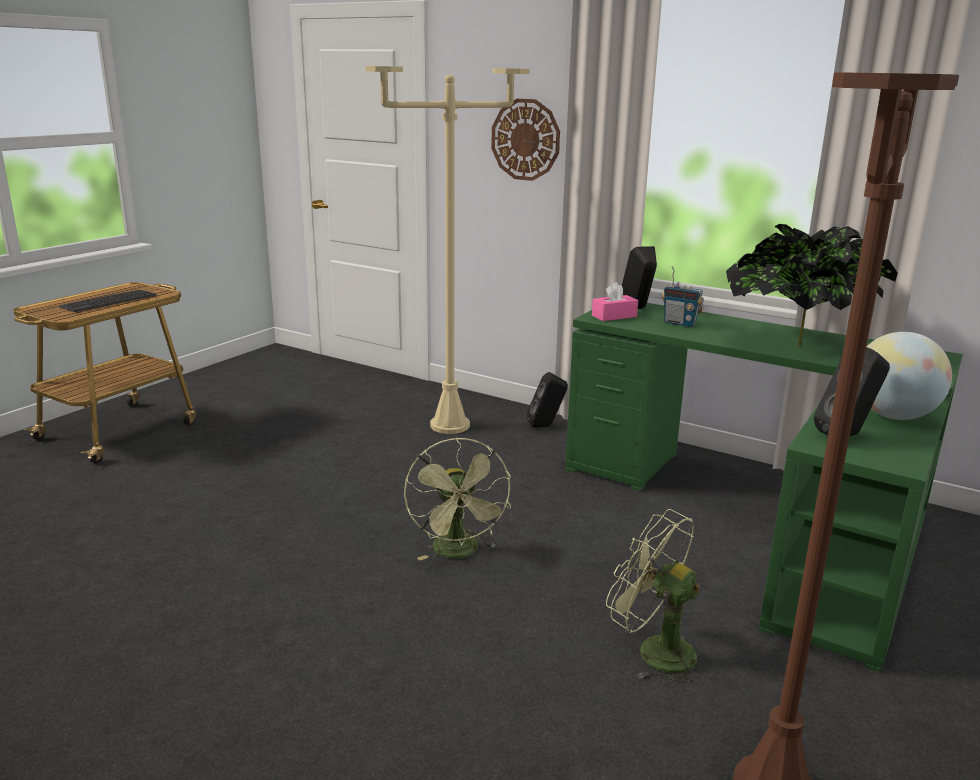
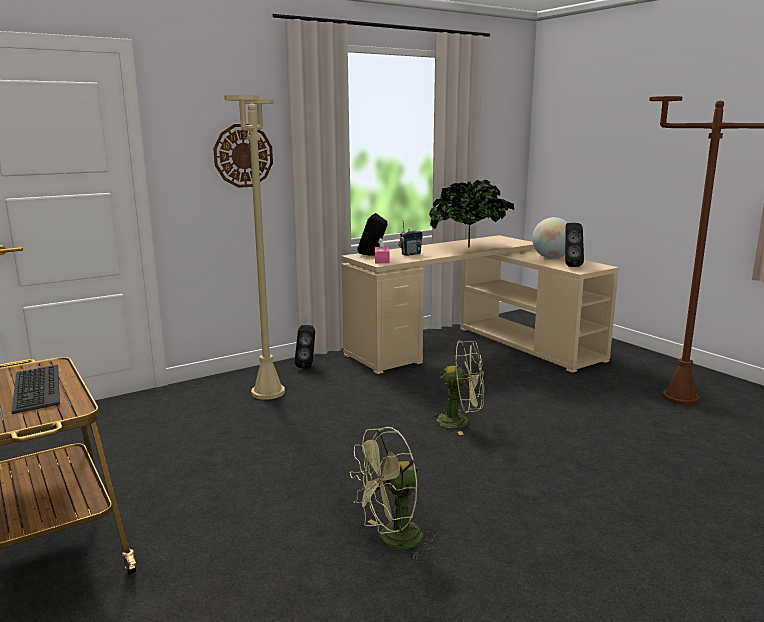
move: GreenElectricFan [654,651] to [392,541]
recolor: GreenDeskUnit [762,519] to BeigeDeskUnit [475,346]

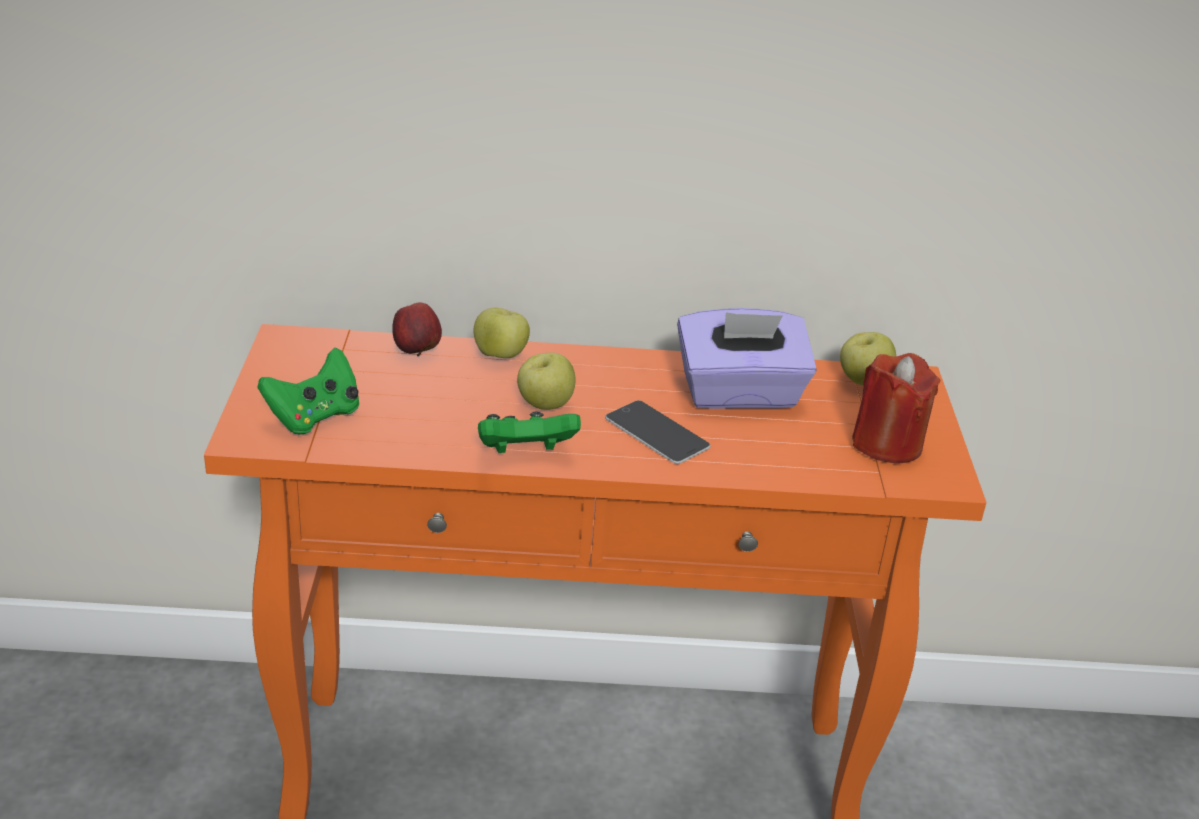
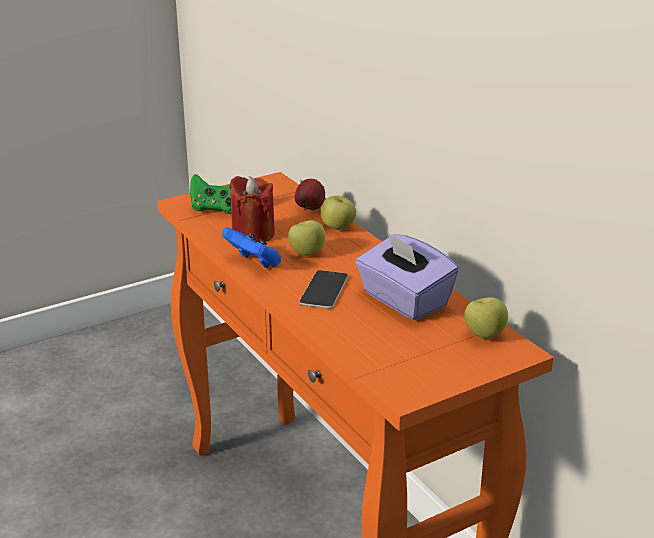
move: ReddishCandle [887,444] to [253,234]
recolor: GreenGamepad [525,453] to BlueGamepad [254,263]

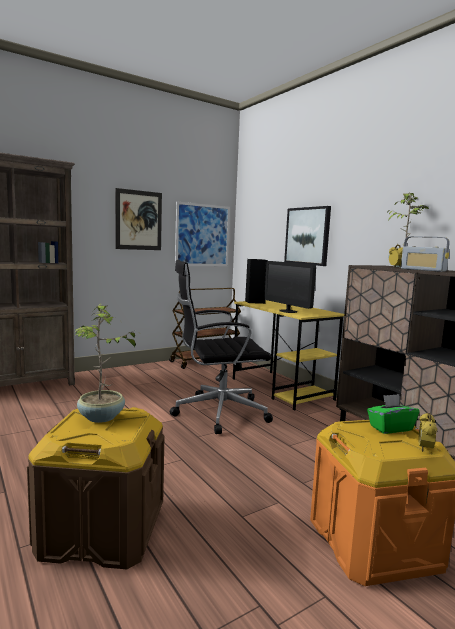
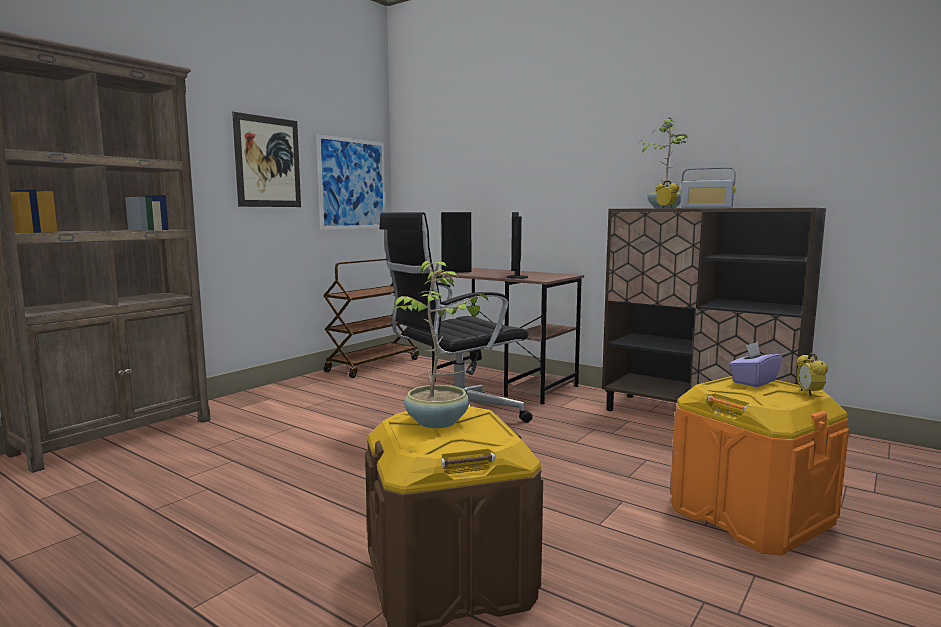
delete: WallArt [307,236]
recolor: YellowColouredDeskUnit [281,389] to BrownishDeskUnit [505,383]; GreenTissueBox [390,428] to PurpleColouredTissueBox [753,381]
rotate: ComputerScreen [288,311] = [517,277] 60 degrees clockwise

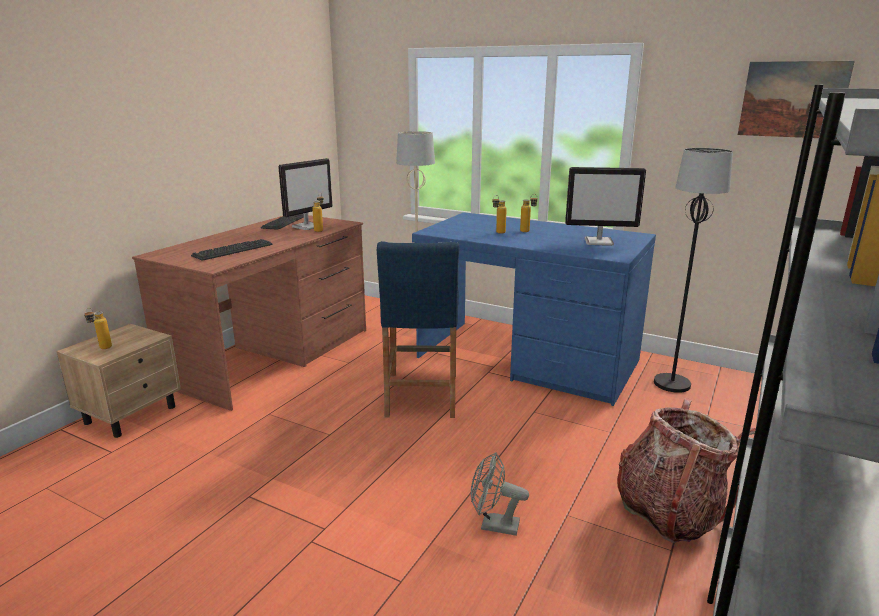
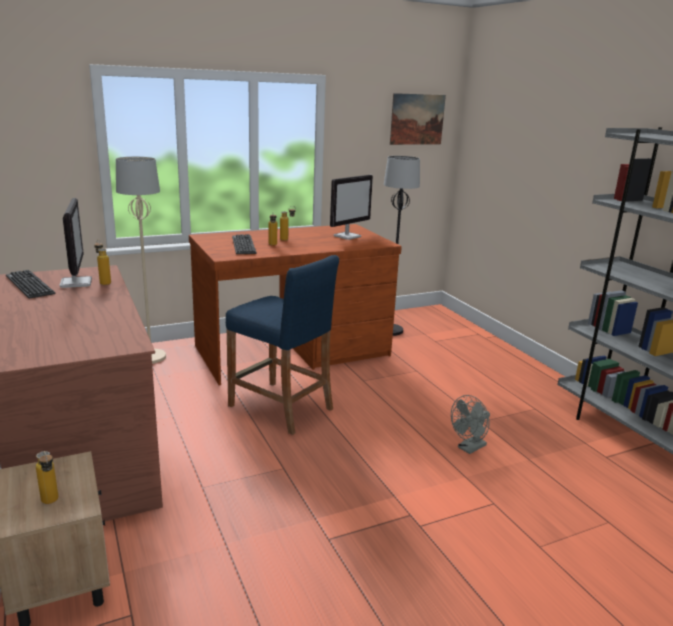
delete: Knapsack [670,512]
move: PcKeyboard [233,250] to [243,245]
recolor: BlueDeskUnit [527,360] to BrownishDeskUnit [293,351]

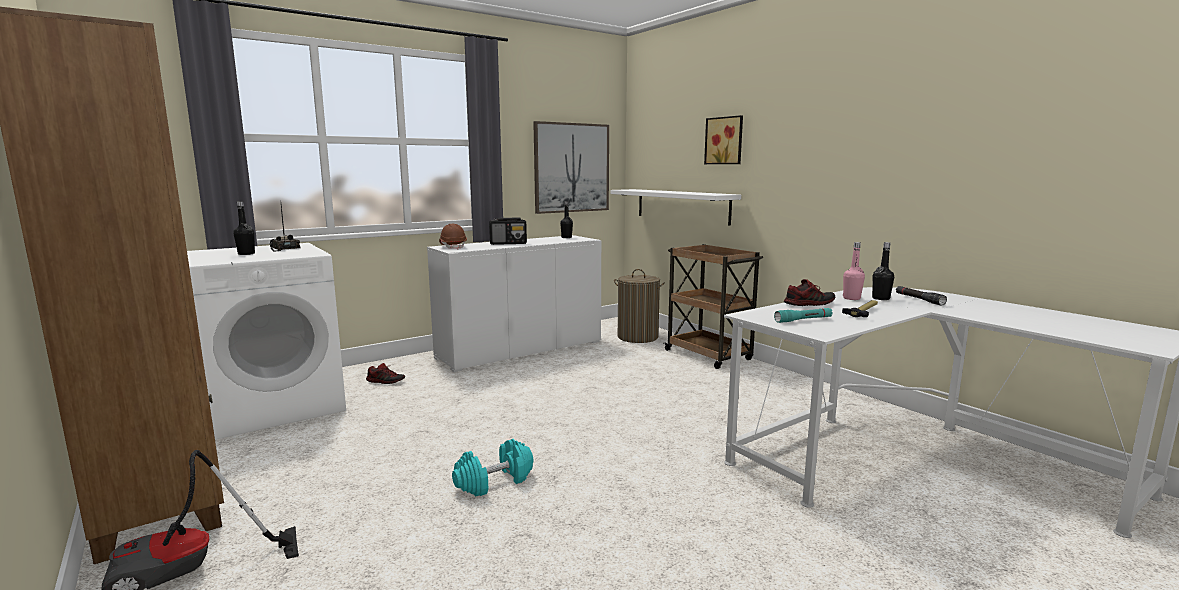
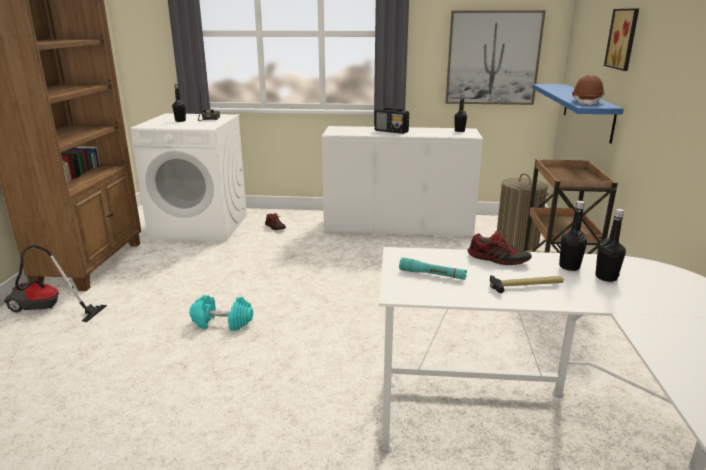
delete: BlackColouredFlashlight [919,299]
move: BrownishSafetyHelmet [453,247] to [586,102]
recolor: WhiteBracketShelf [681,206] to BlueBracketShelf [587,111]; PinkishBeverageBottle [851,298] to BlackColouredBeverageBottle [569,267]

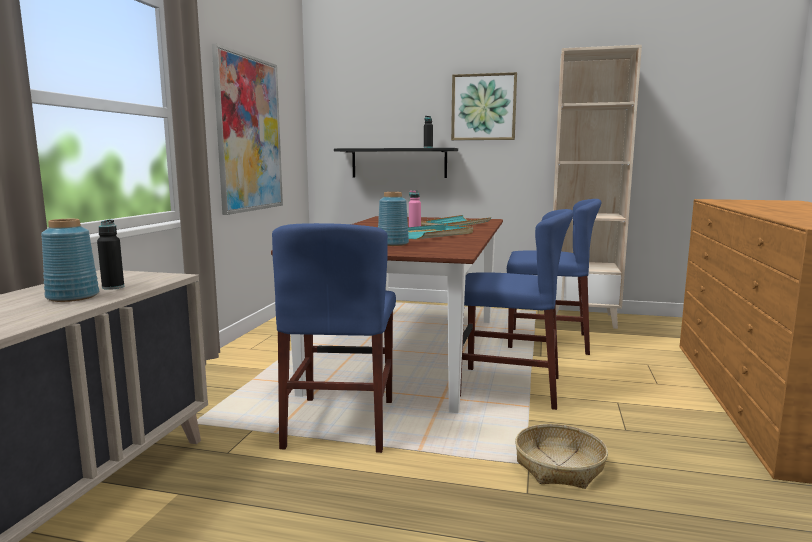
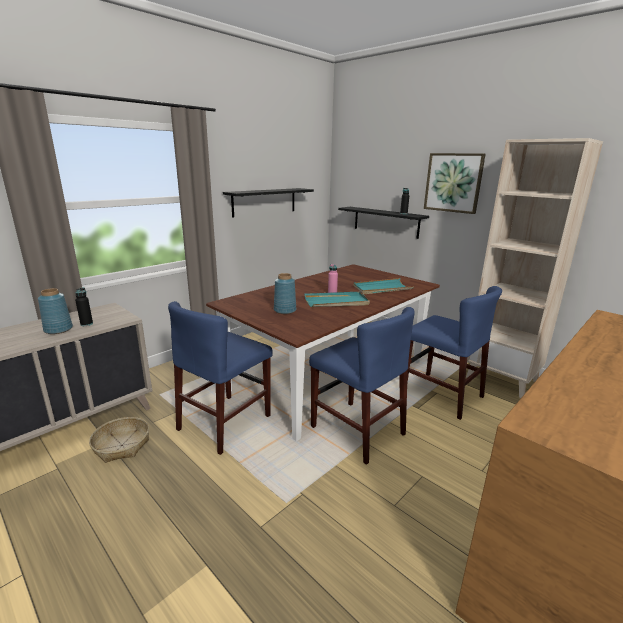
move: HouseholdBasket [559,467] to [121,445]
replace: WallArt [249,134] to BlackColouredBracketShelf [264,202]

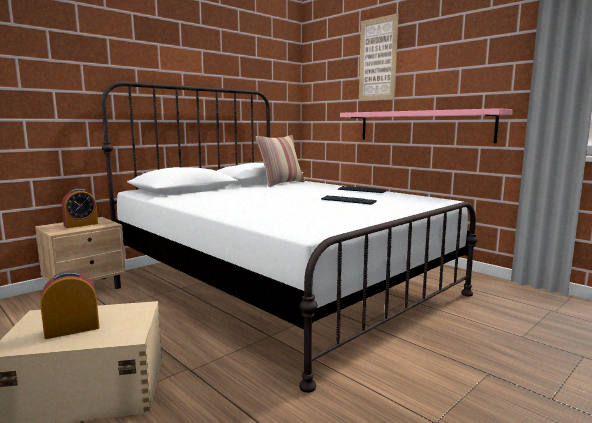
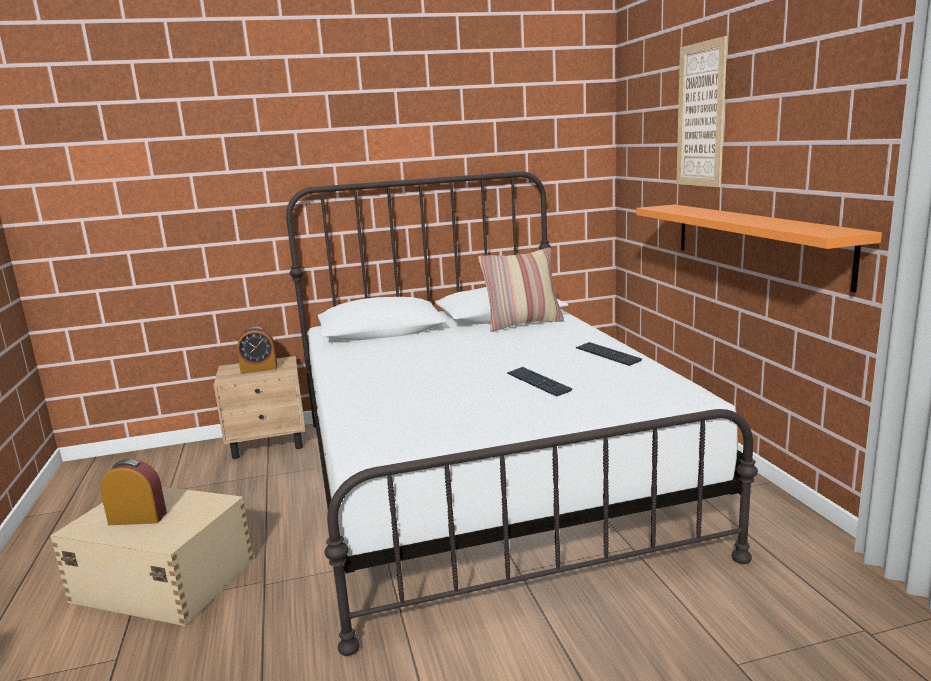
recolor: PinkishBracketShelf [422,126] to OrangeBracketShelf [755,241]

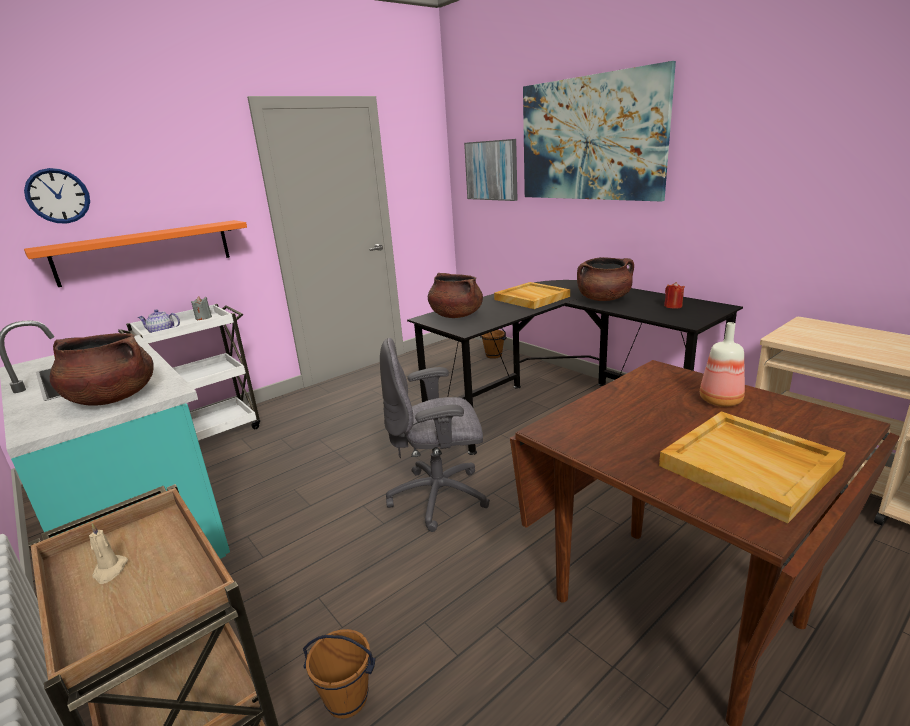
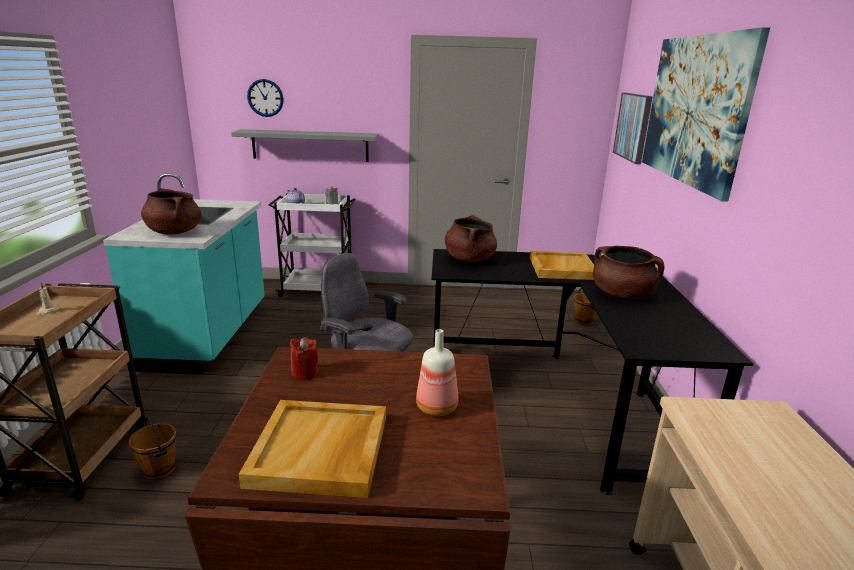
move: ReddishCandle [673,306] to [305,372]
recolor: OrangeBracketShelf [145,252] to GreyBracketShelf [310,145]

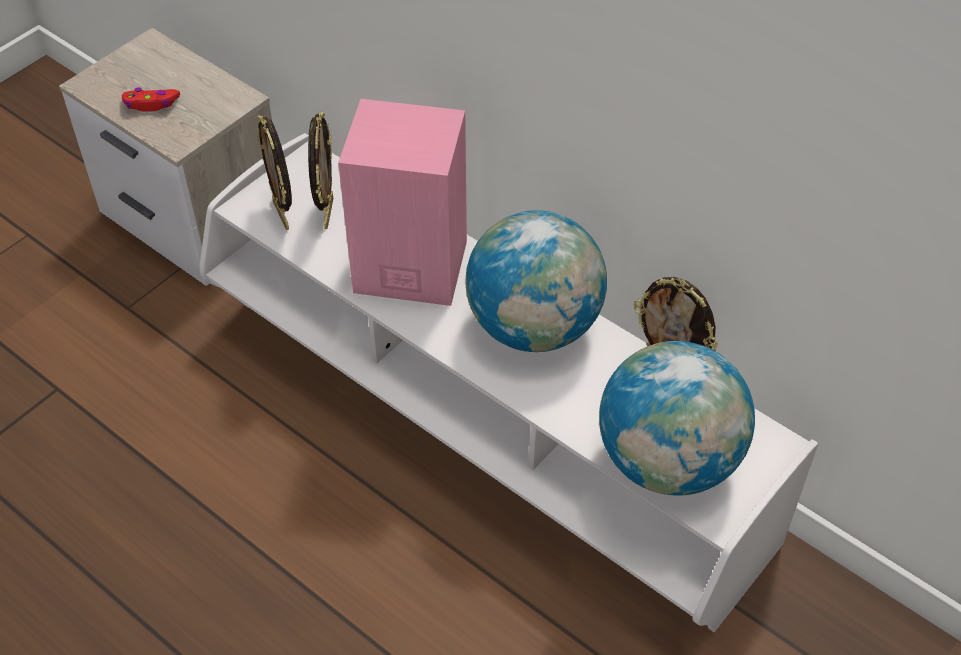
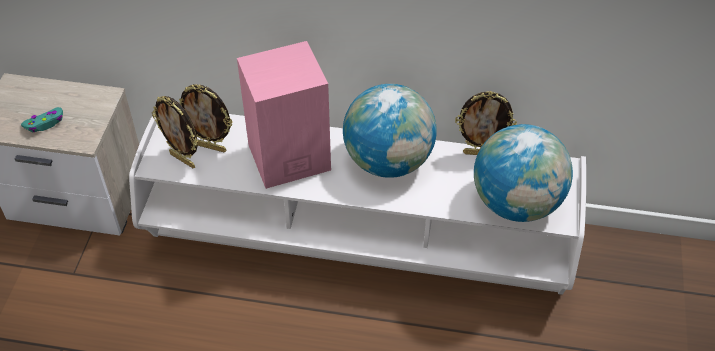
recolor: ReddishGamepad [151,104] to TurquoiseGamepad [45,123]
rotate: PhotoFrame [327,213] = [211,147] 135 degrees clockwise

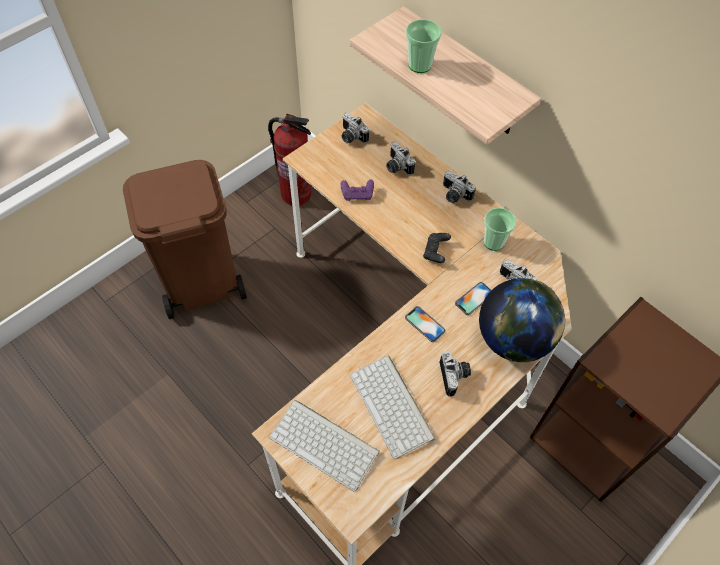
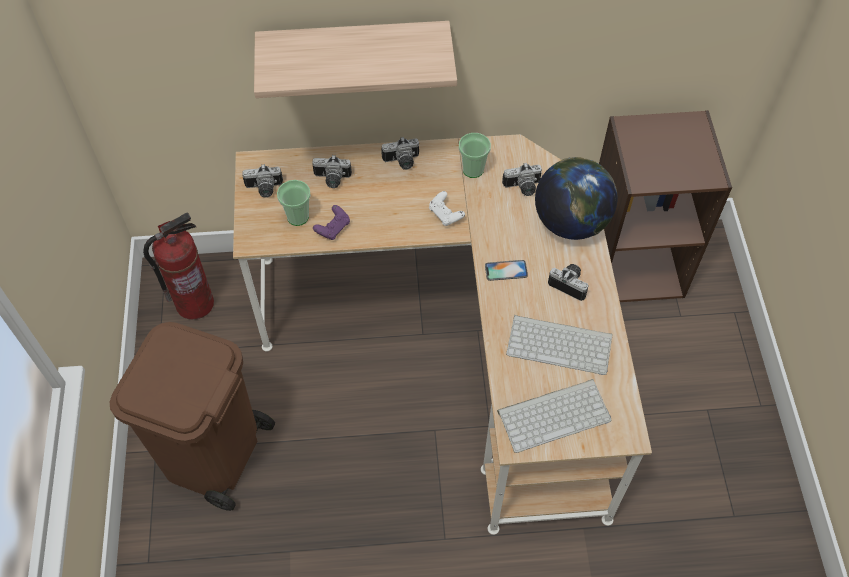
delete: Phone [474,298]
move: SmallCup [419,65] to [298,217]
recolor: BlackColouredGamepad [435,252] to WhiteGamepad [445,214]

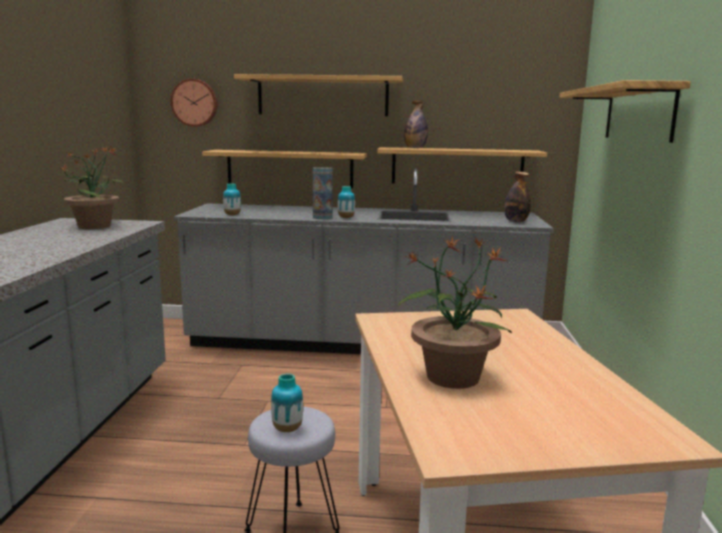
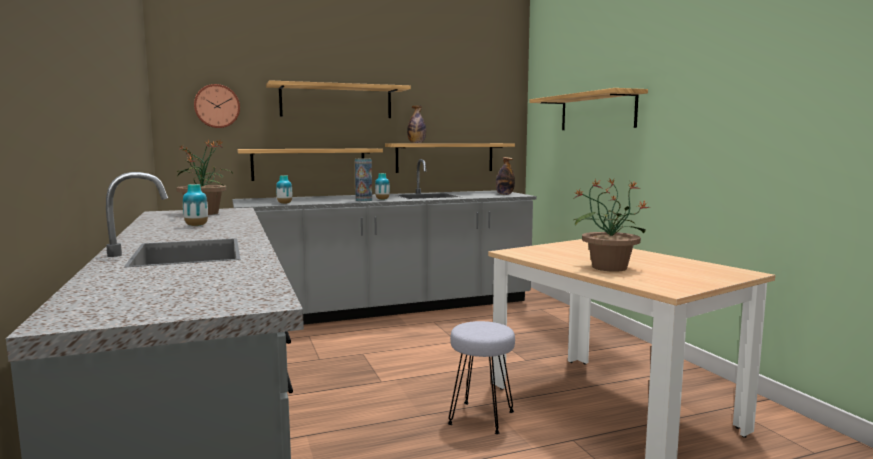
move: FlowerVase [287,429] to [196,226]

